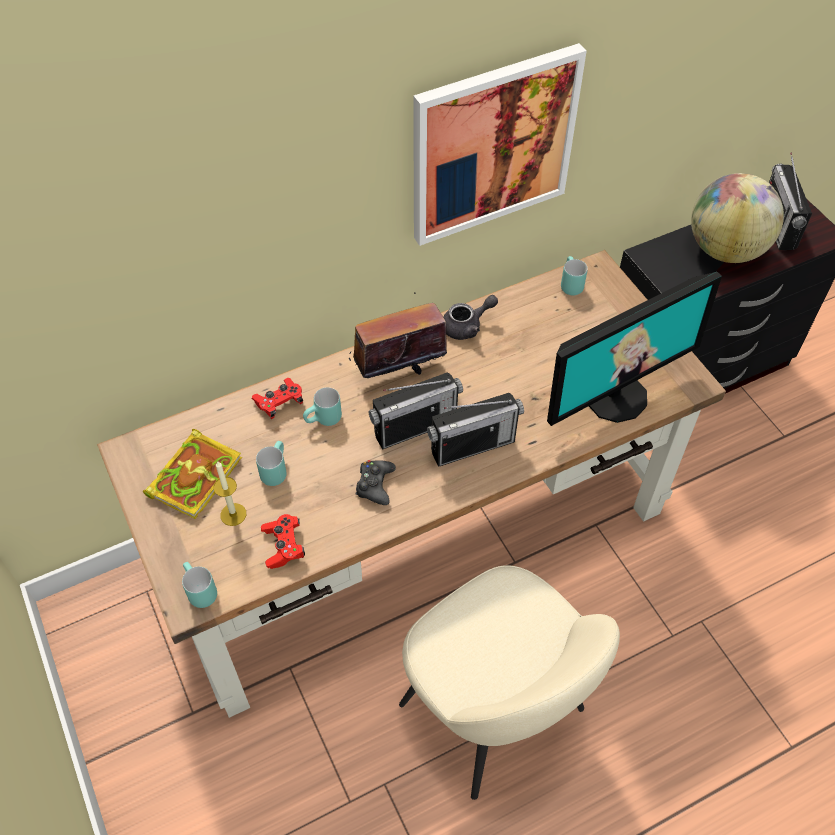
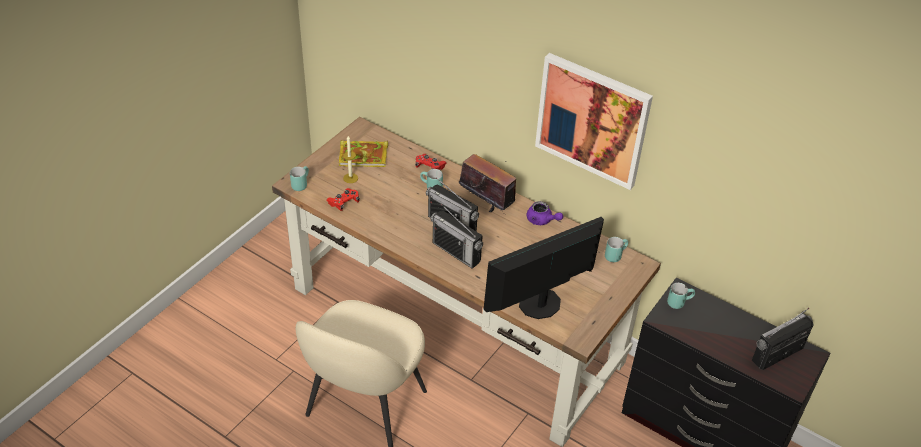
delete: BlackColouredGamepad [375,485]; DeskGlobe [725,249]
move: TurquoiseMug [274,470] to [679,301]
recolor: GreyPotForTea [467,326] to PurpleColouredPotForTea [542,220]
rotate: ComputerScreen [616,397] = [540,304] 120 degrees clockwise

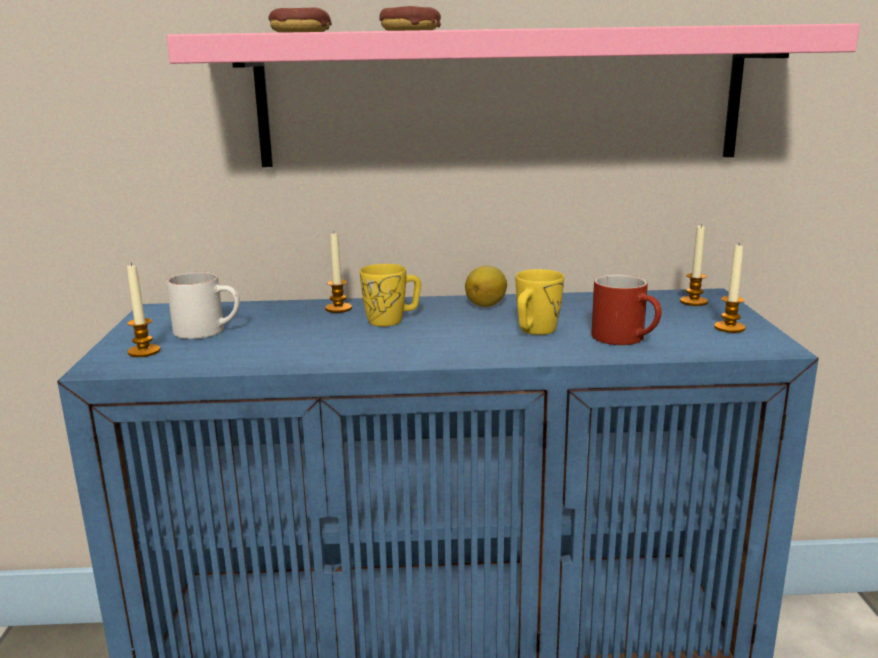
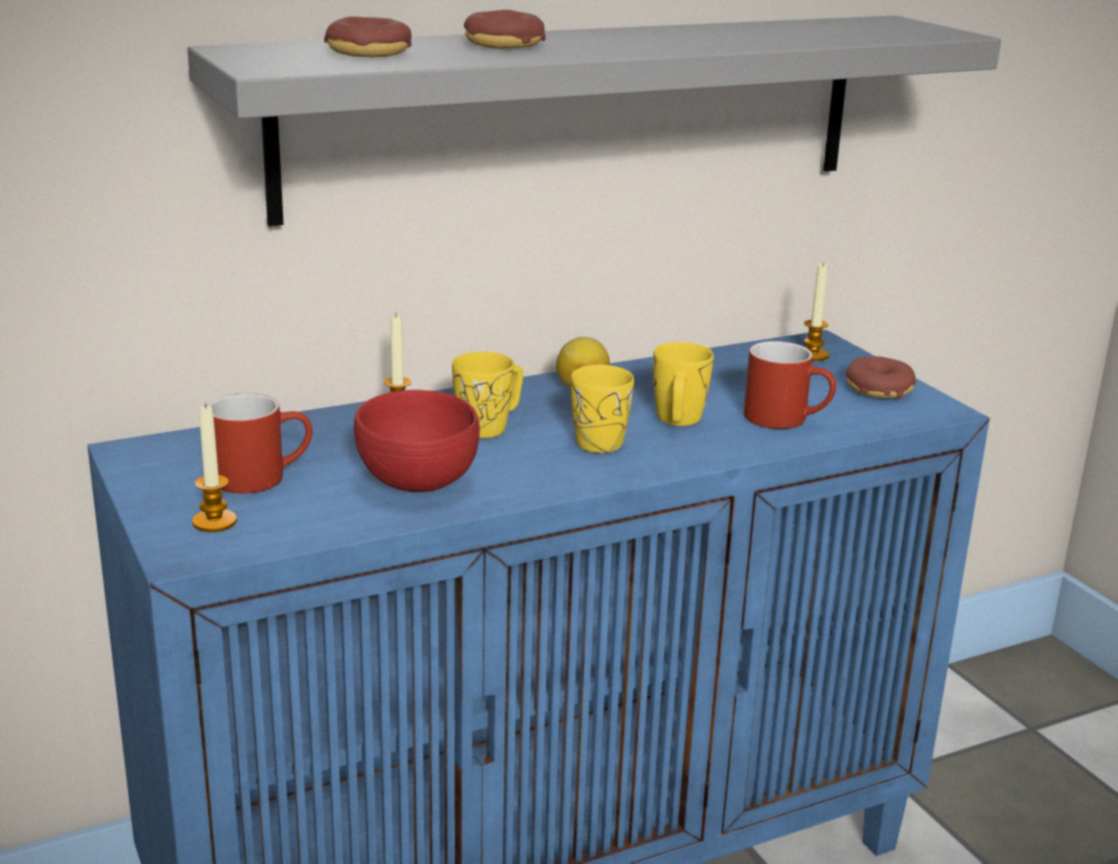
insert: ReddishDeepDish [417,483]; YellowColouredMug [595,439]
replace: Candle [729,328] to Doughnut [878,389]
recolor: WhiteMug [209,330] to ReddishMug [262,476]; PinkishBracketShelf [500,98] to GreyBracketShelf [579,113]

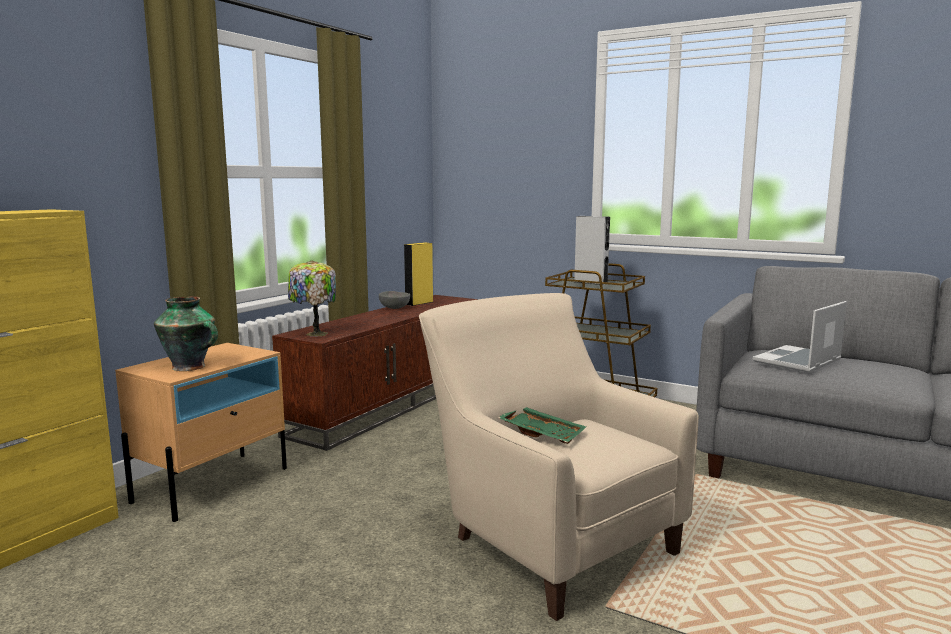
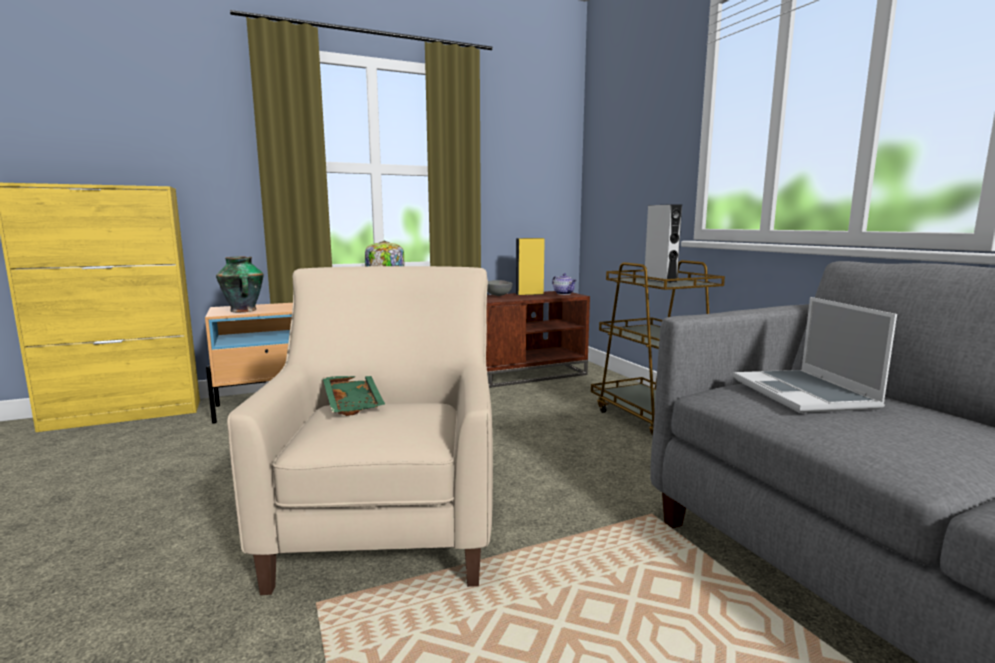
insert: PotForTea [564,294]
rotate: NotebookComputer [798,361] = [805,394] 90 degrees counterclockwise

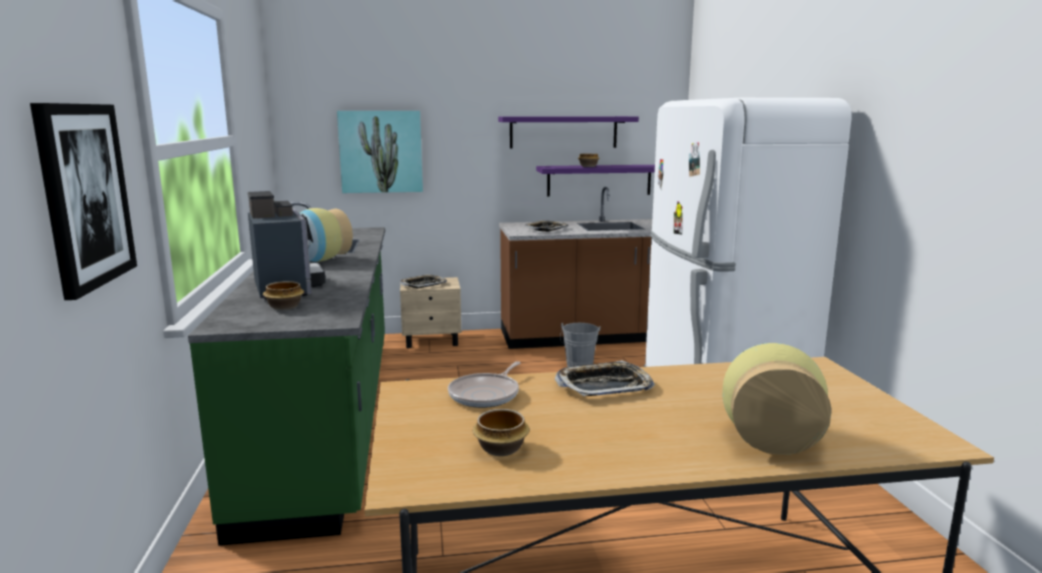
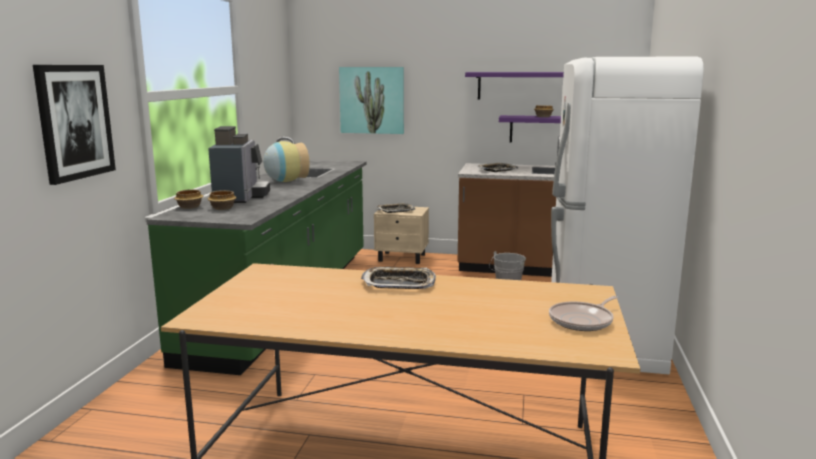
delete: FlowerVase [769,437]
move: FryingPan [486,394] to [583,320]; DeepDish [502,448] to [190,207]

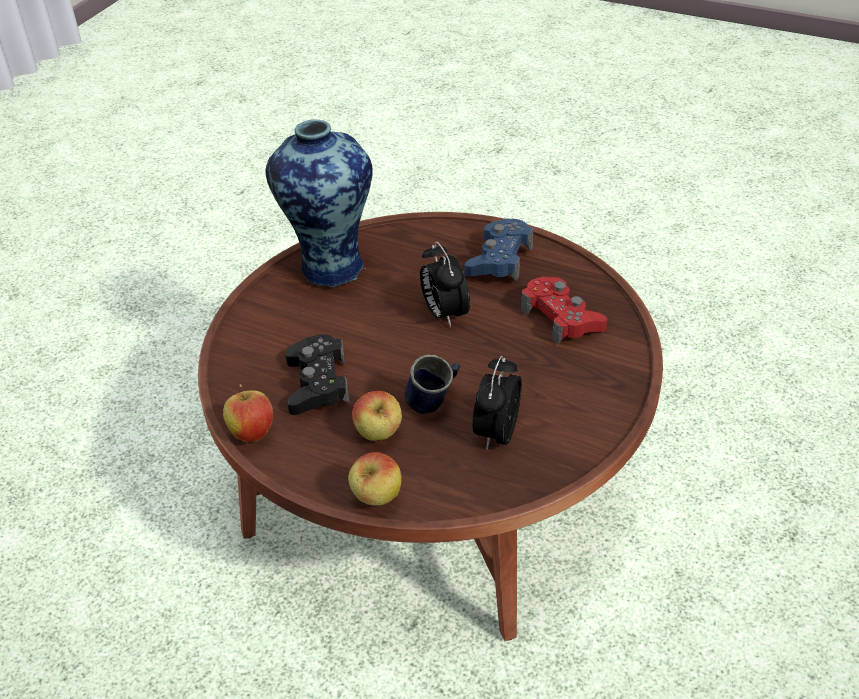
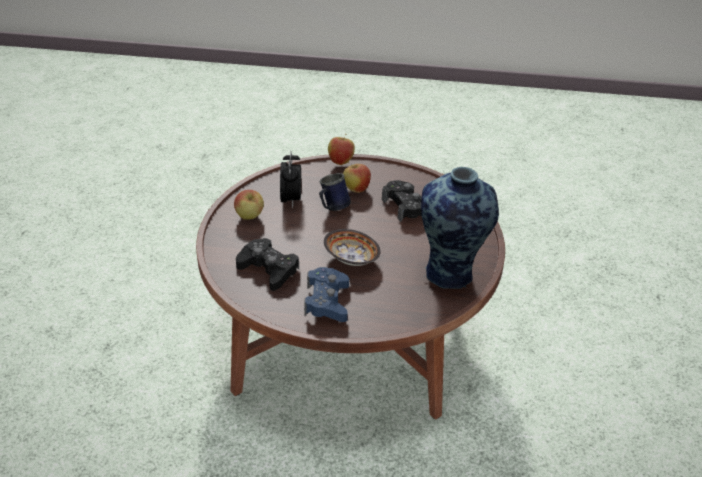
move: AppleFruit [252,432] to [249,218]
replace: AlarmClock [444,313] to DeepDish [351,259]
recolor: ReddishGamepad [561,318] to BlackColouredGamepad [268,270]

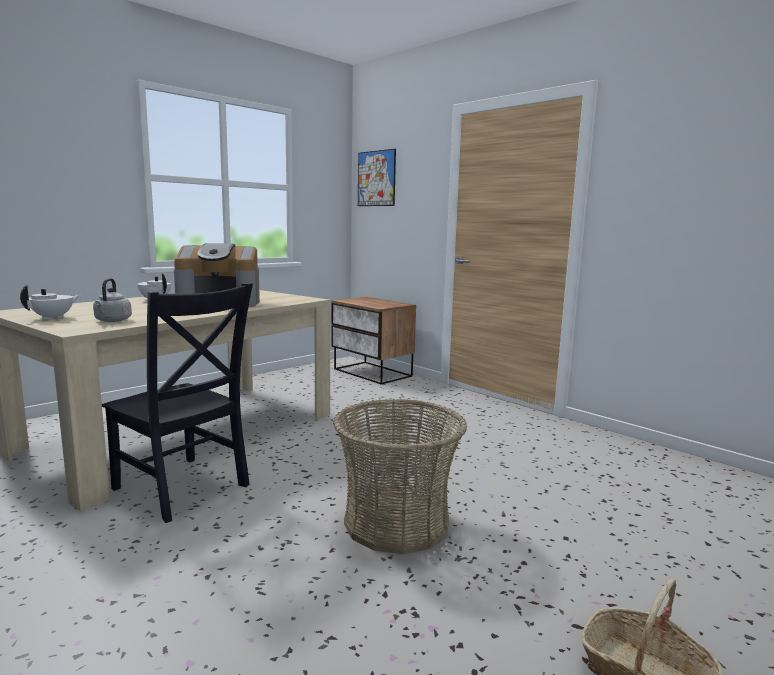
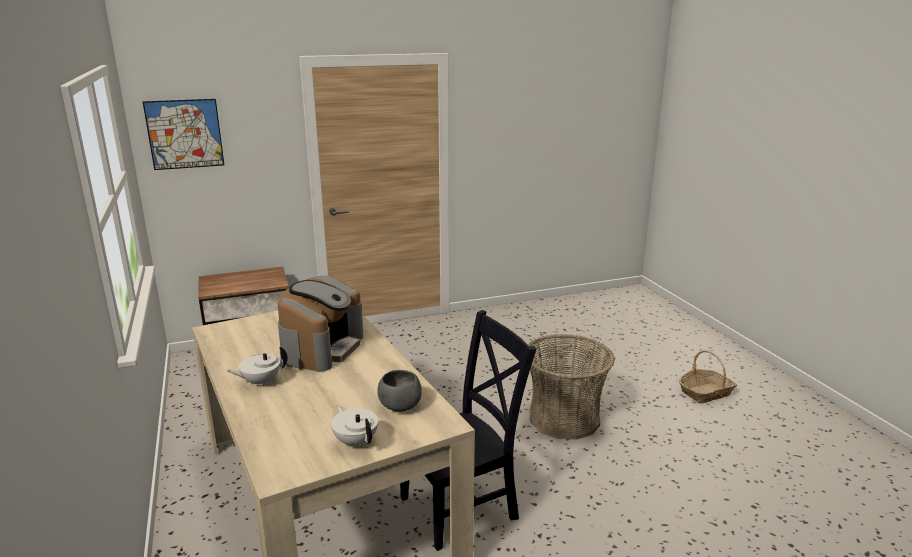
replace: GreyWaterKettle [112,321] to GreyDeepDish [400,406]

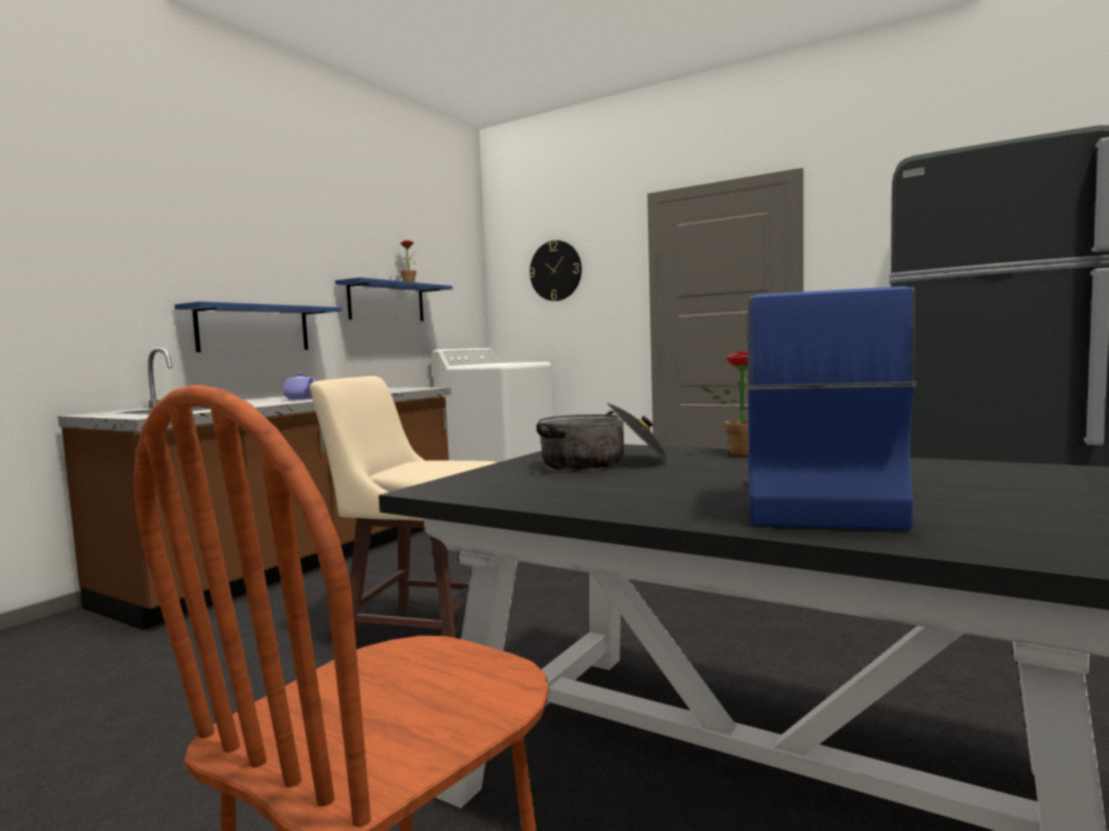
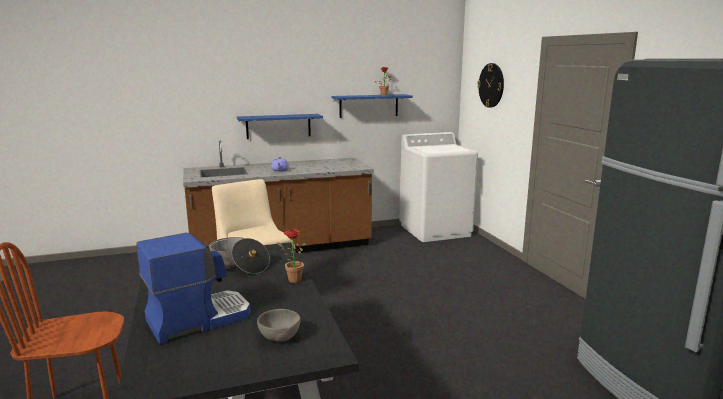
insert: GreyDeepDish [279,338]

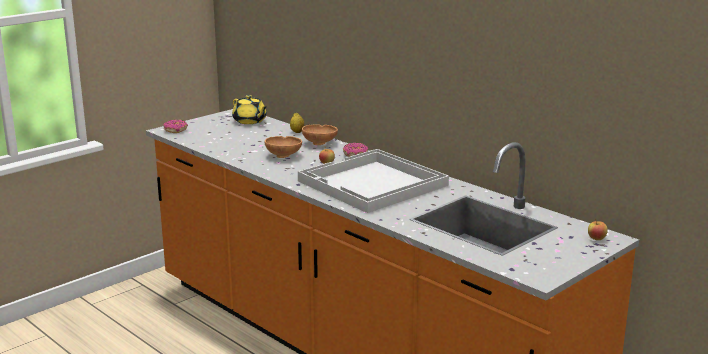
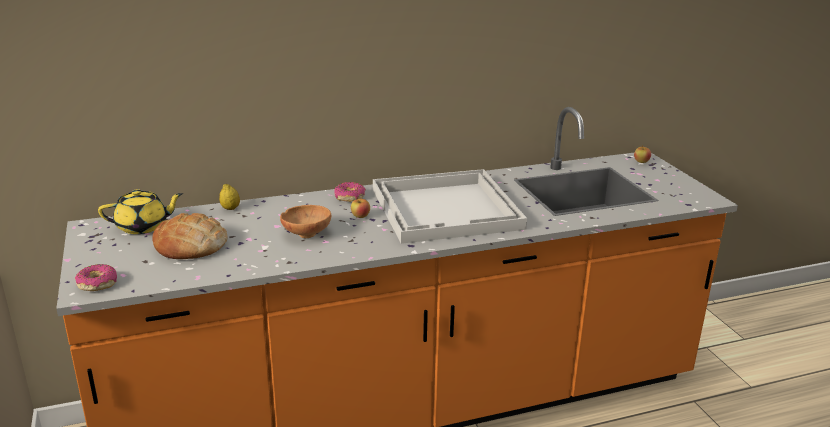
delete: BrownishDeepDish [320,143]
insert: BakeryBread [190,245]

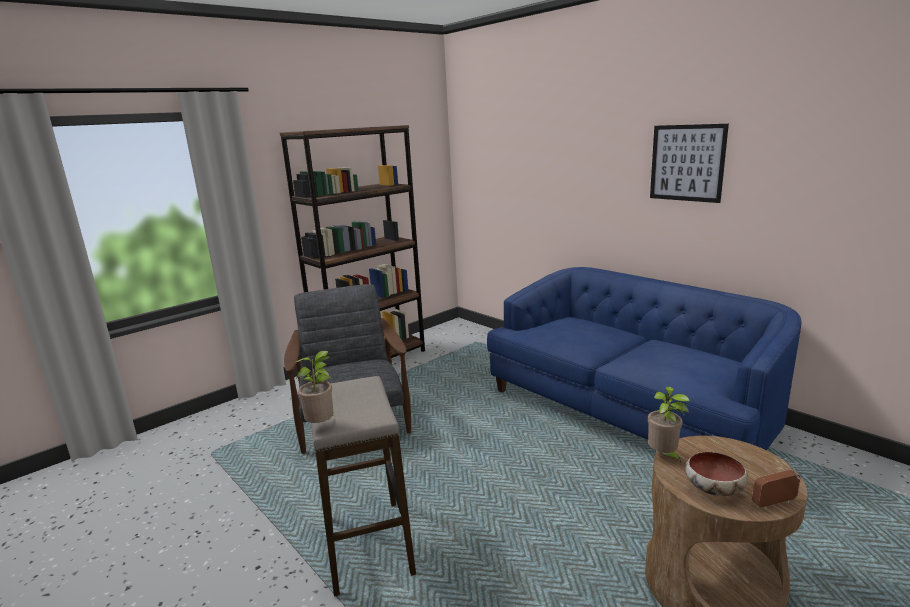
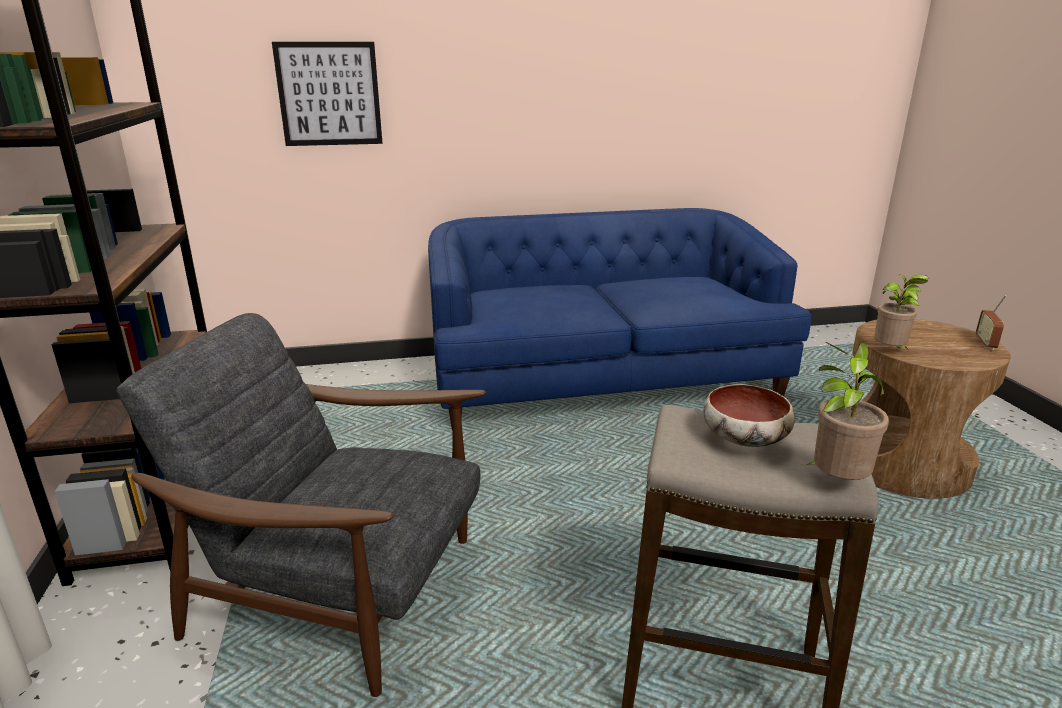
move: WallArt [687,163] to [329,94]; DeepDish [713,489] to [745,440]

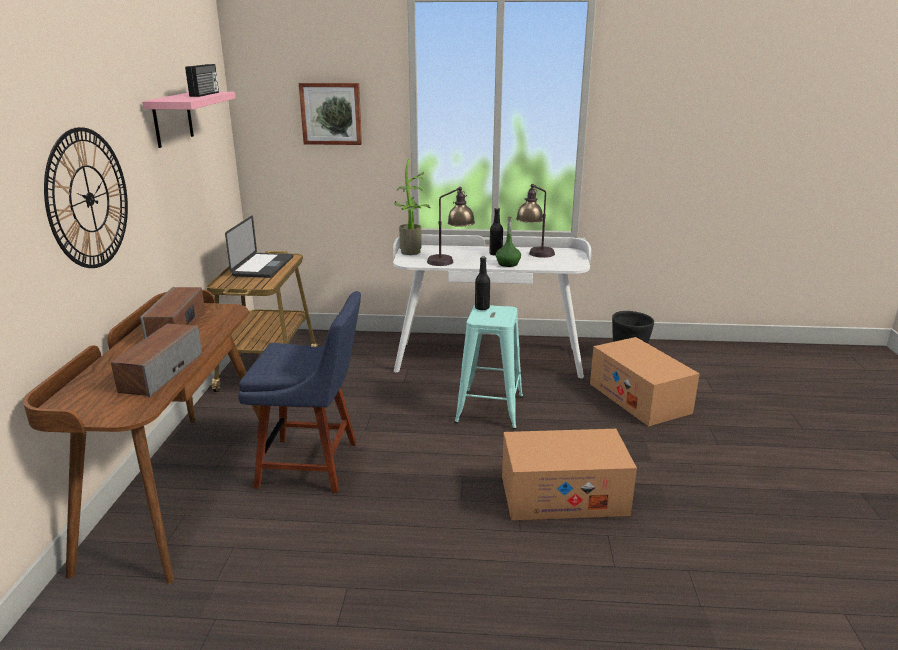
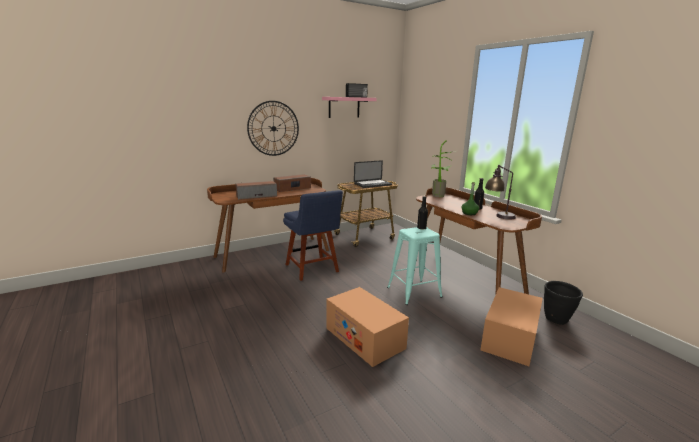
delete: WallArt [331,113]; TableLamp [450,261]
recolor: WhiteDeskUnit [488,359] to BrownishDeskUnit [463,276]

